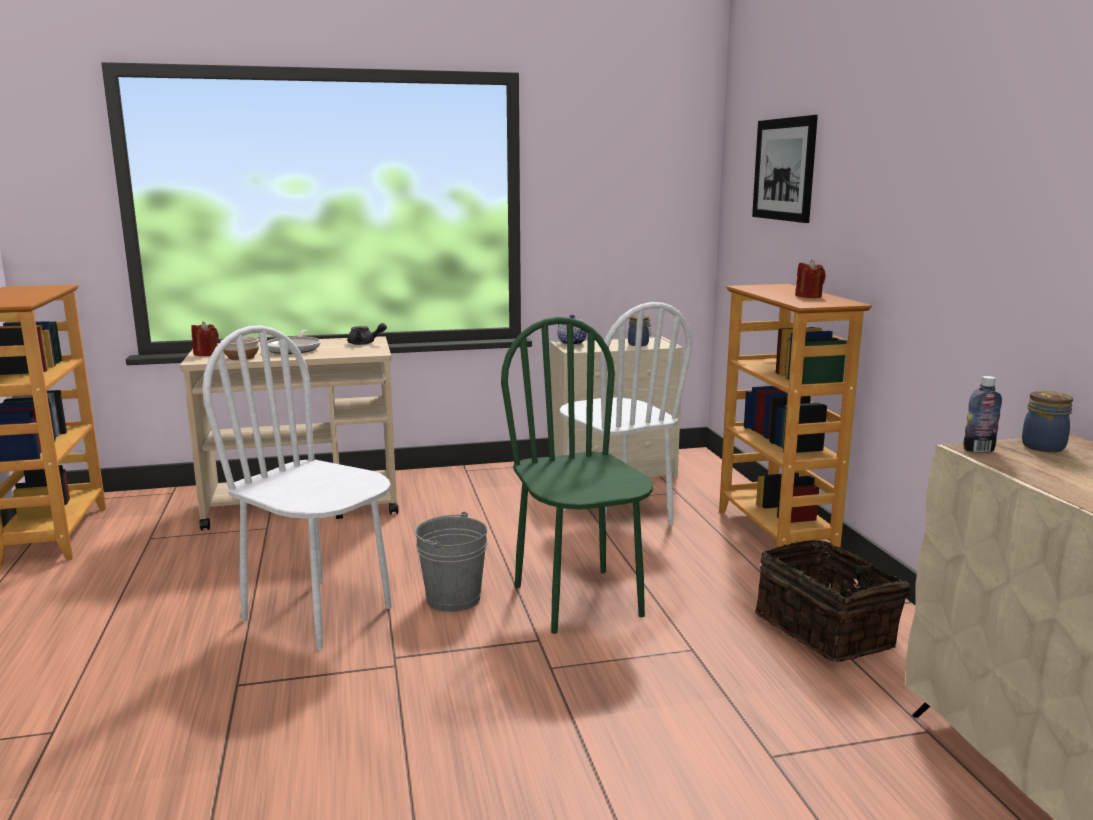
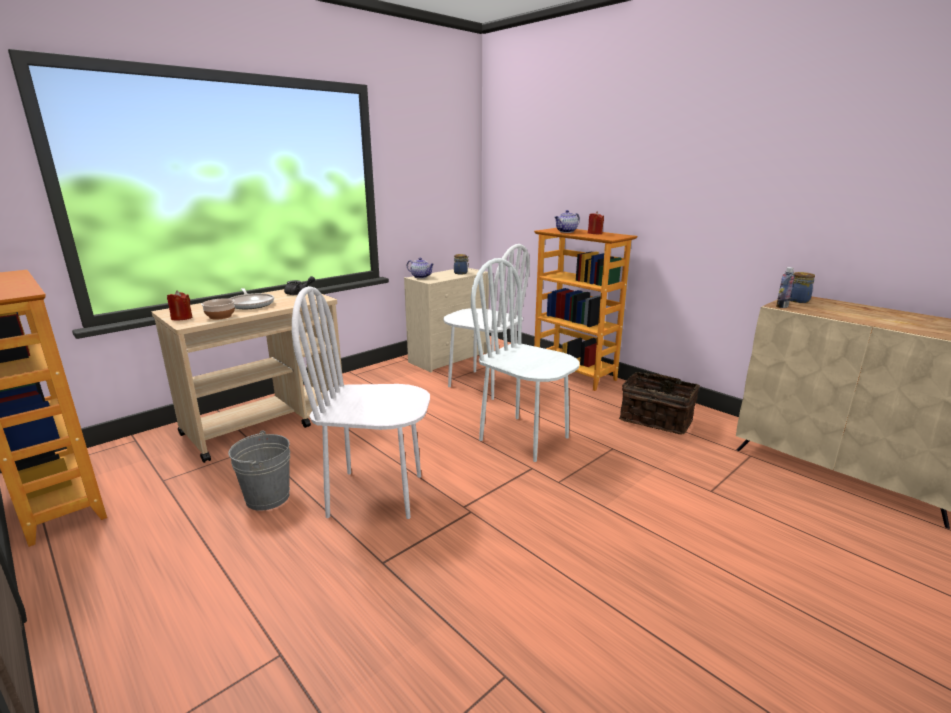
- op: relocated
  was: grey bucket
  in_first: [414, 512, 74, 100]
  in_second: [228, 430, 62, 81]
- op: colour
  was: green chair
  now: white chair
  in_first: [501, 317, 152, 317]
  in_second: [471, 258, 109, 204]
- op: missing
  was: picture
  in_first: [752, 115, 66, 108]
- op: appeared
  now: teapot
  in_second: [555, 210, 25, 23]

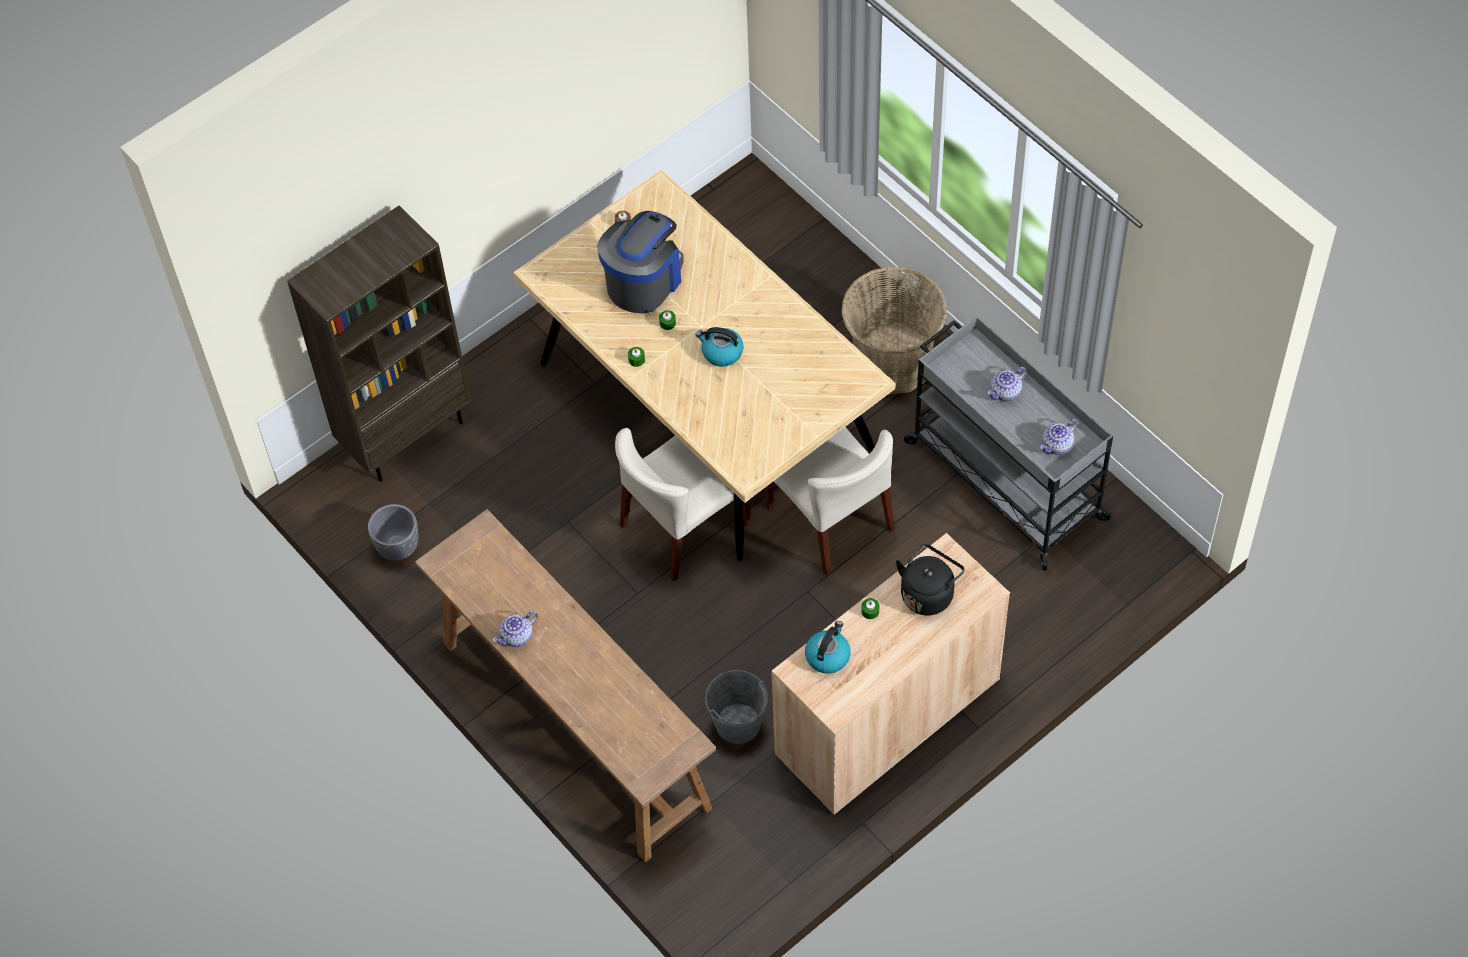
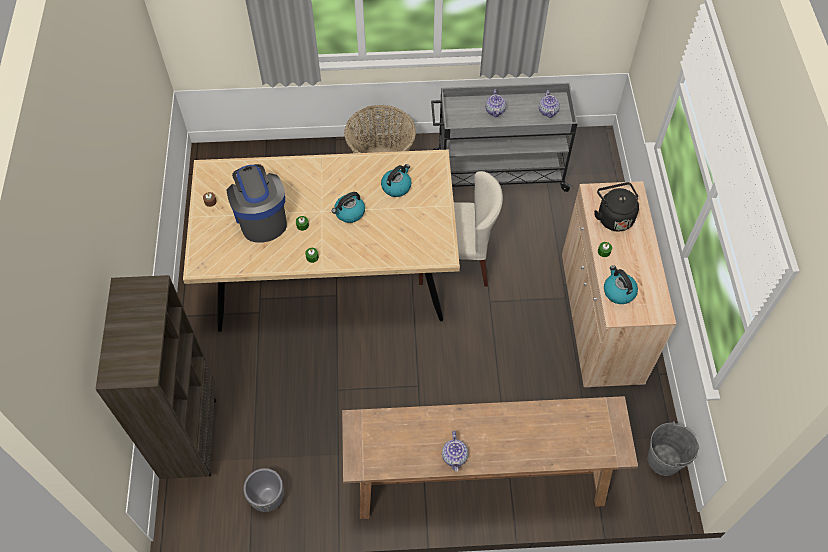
- op: missing
  was: beige chair
  in_first: [615, 428, 136, 153]
- op: relocated
  was: grey bucket
  in_first: [705, 670, 63, 74]
  in_second: [648, 421, 51, 55]
- op: appeared
  now: kettle
  in_second: [381, 164, 30, 33]

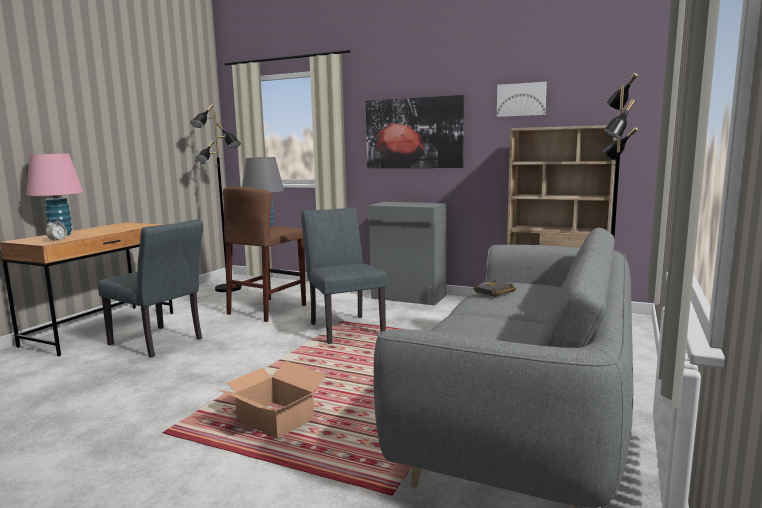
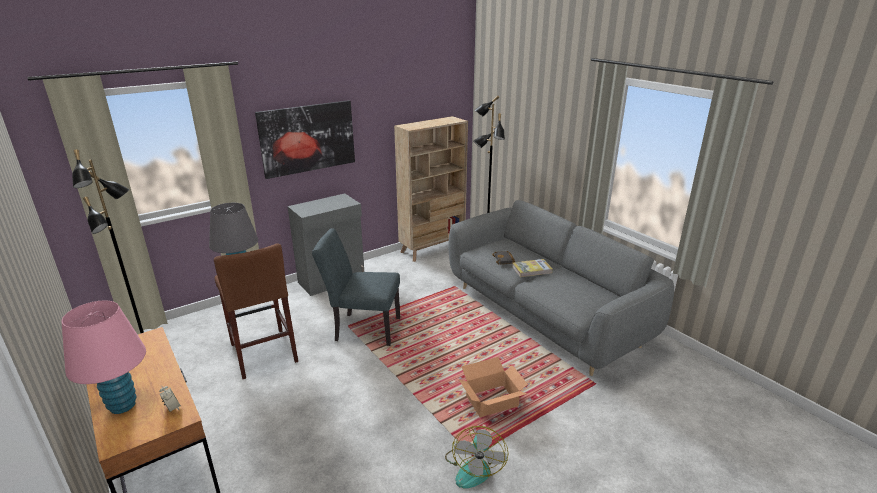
- op: missing
  was: grey chair
  in_first: [98, 219, 105, 139]
- op: missing
  was: picture
  in_first: [497, 82, 50, 35]
- op: appeared
  now: fan
  in_second: [445, 426, 63, 62]
- op: appeared
  now: book
  in_second: [512, 259, 41, 18]

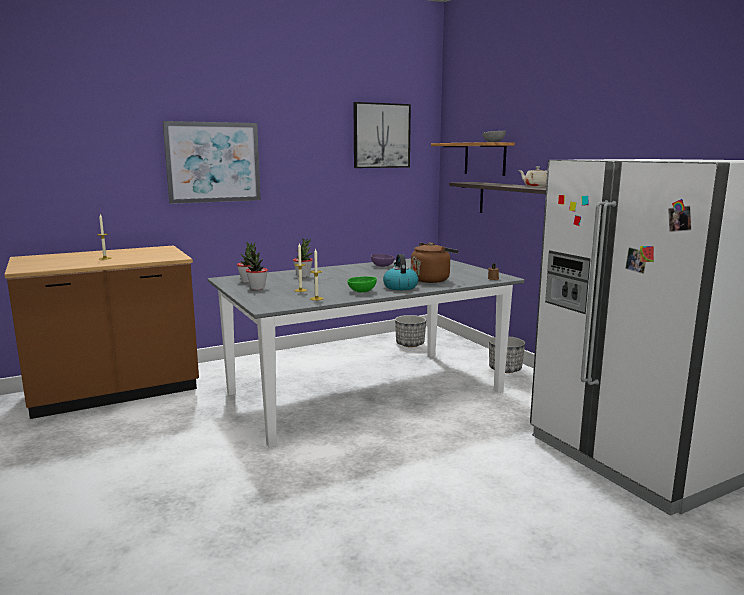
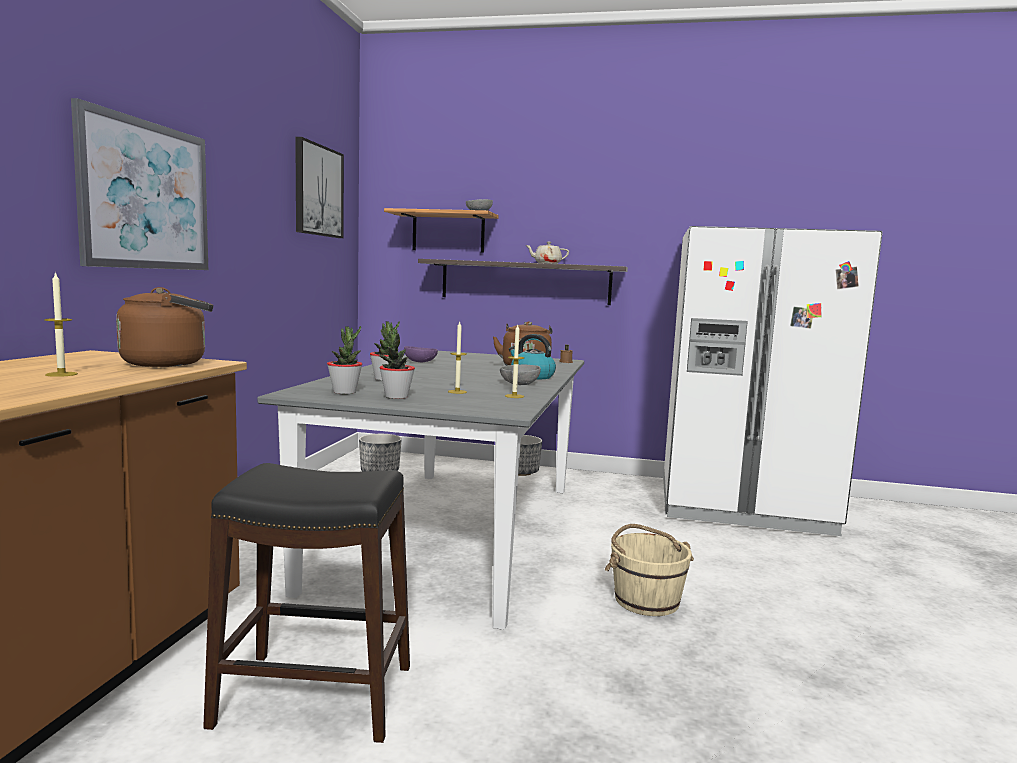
- op: colour
  was: green bowl
  now: grey bowl
  in_first: [348, 276, 29, 17]
  in_second: [500, 365, 41, 20]
- op: appeared
  now: brown kettle
  in_second: [116, 287, 97, 80]
- op: appeared
  now: black stool
  in_second: [203, 463, 207, 280]
- op: appeared
  now: beige bucket
  in_second: [605, 524, 89, 92]

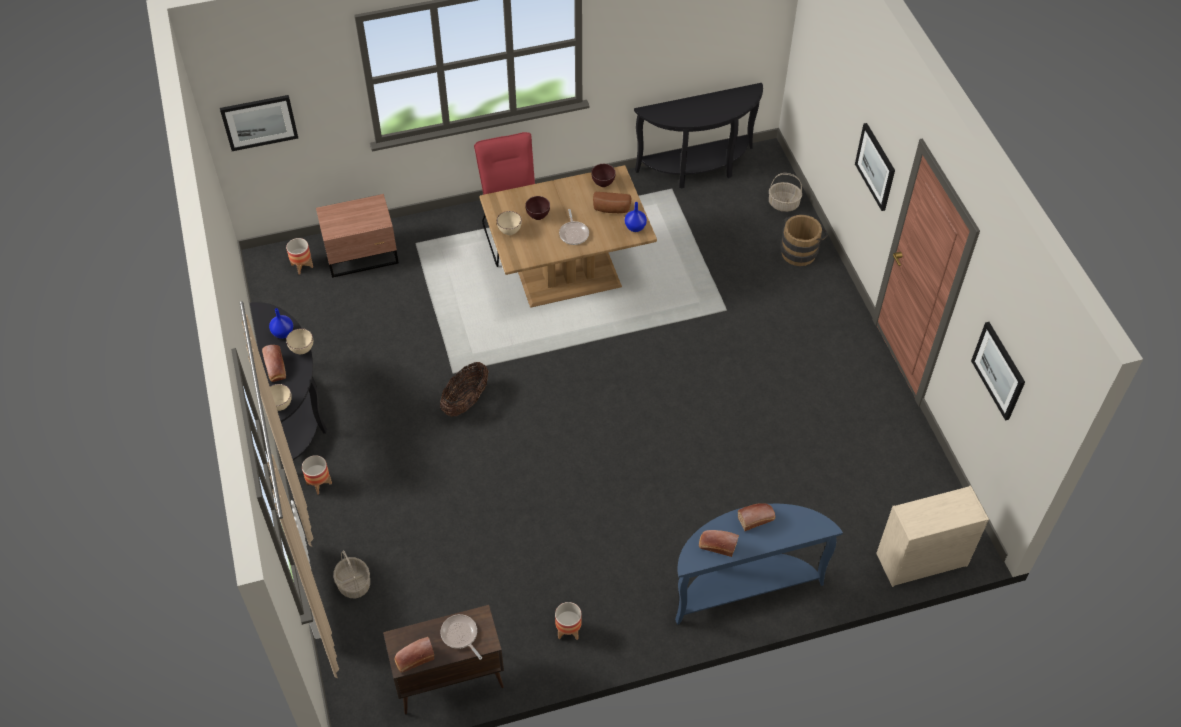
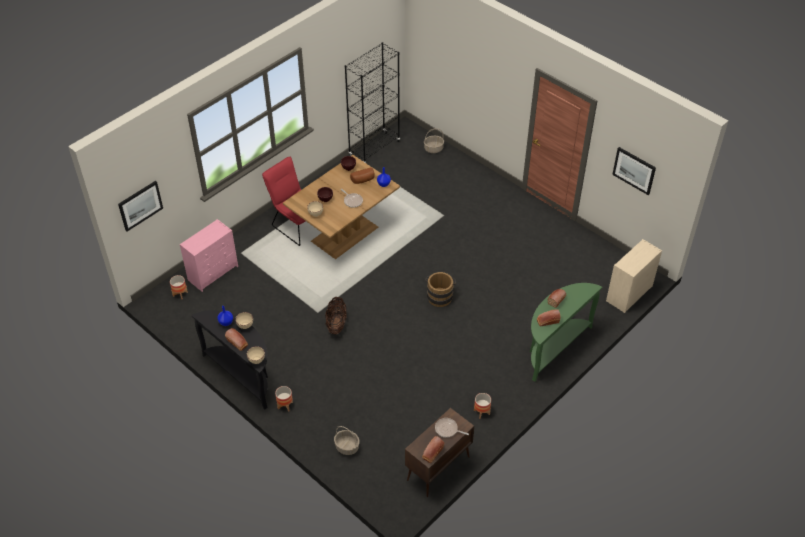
- op: exchanged
  was: brown nightstand
  now: pink dresser
  in_first: [316, 194, 83, 84]
  in_second: [180, 219, 58, 73]
- op: exchanged
  was: black console table
  now: black bookcase
  in_first: [634, 83, 129, 105]
  in_second: [345, 42, 55, 121]
- op: colour
  was: blue console table
  now: green console table
  in_first: [675, 504, 168, 121]
  in_second: [529, 283, 73, 99]
- op: relocated
  was: brown bucket
  in_first: [780, 215, 48, 51]
  in_second: [425, 272, 31, 35]
- op: missing
  was: picture
  in_first: [855, 123, 40, 88]

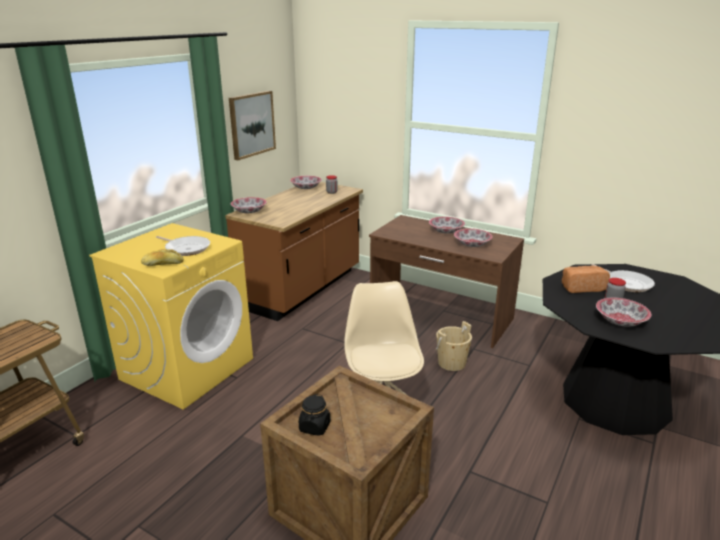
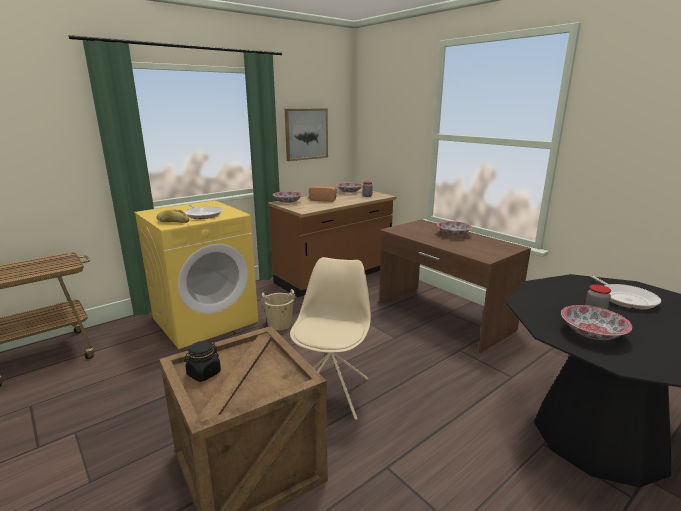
- op: relocated
  was: beige bucket
  in_first: [436, 321, 36, 50]
  in_second: [261, 289, 34, 41]
- op: missing
  was: bowl
  in_first: [454, 228, 39, 19]
- op: relocated
  was: bread
  in_first: [562, 266, 48, 27]
  in_second: [309, 186, 28, 16]

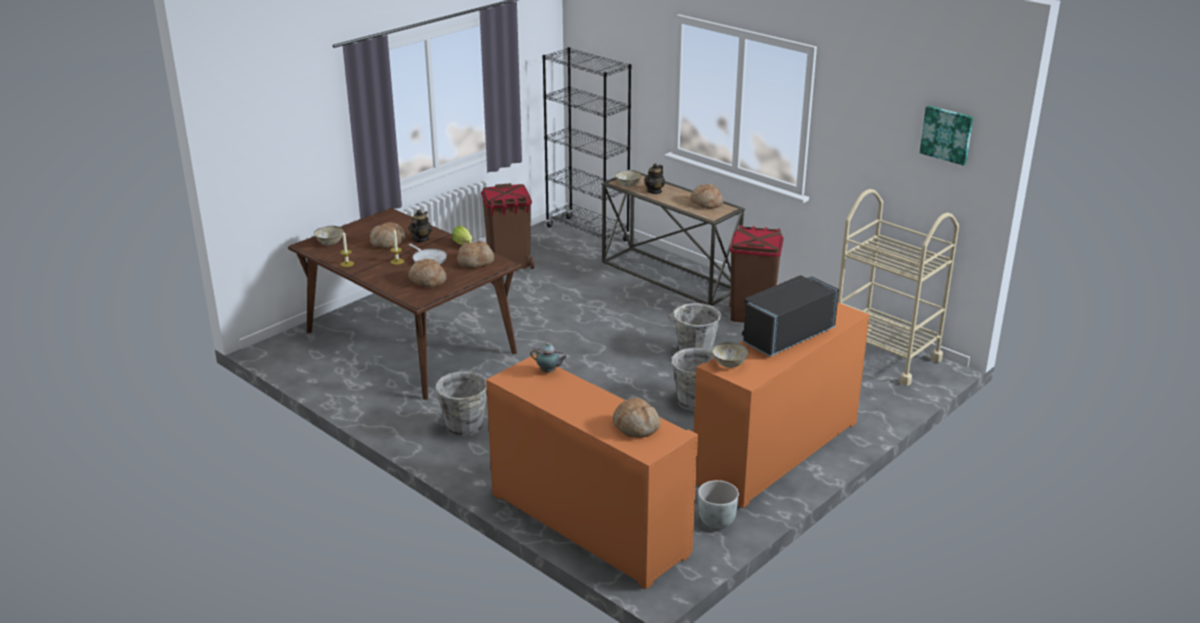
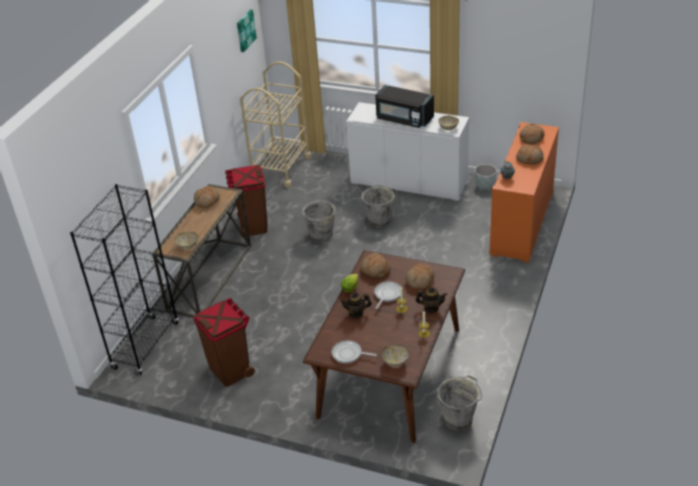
- op: relocated
  was: bread
  in_first: [370, 222, 35, 27]
  in_second: [516, 144, 28, 20]
- op: relocated
  was: grey bucket
  in_first: [436, 371, 51, 66]
  in_second: [437, 376, 45, 54]
- op: relocated
  was: teapot
  in_first: [644, 163, 21, 31]
  in_second: [416, 287, 31, 26]
- op: colour
  was: orange cabinet
  now: white cabinet
  in_first: [694, 303, 176, 205]
  in_second: [346, 102, 123, 99]
- op: appeared
  now: frying pan
  in_second: [332, 340, 45, 23]

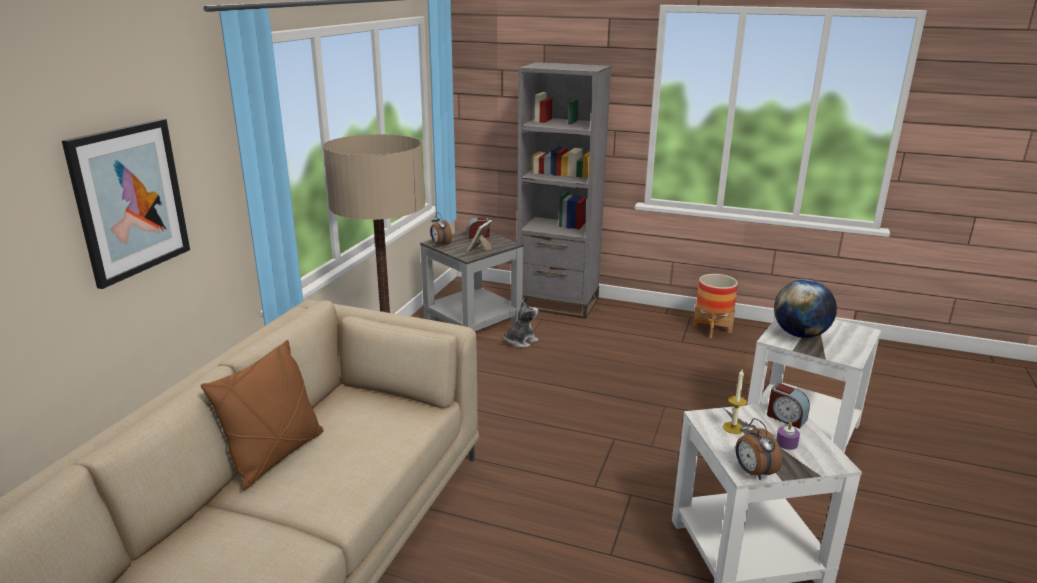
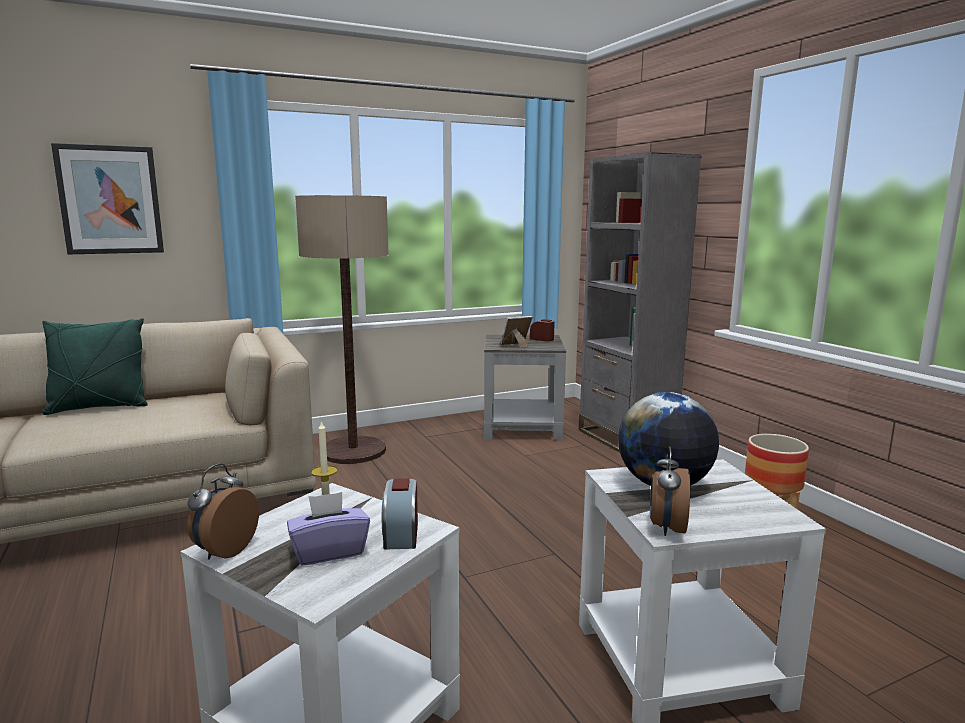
- op: colour
  was: brown pillow
  now: green pillow
  in_first: [201, 340, 123, 151]
  in_second: [42, 318, 106, 97]
- op: relocated
  was: alarm clock
  in_first: [431, 212, 21, 35]
  in_second: [650, 446, 40, 90]
- op: missing
  was: plush toy
  in_first: [503, 300, 36, 48]
- op: exchanged
  was: purple candle
  now: purple tissue box
  in_first: [776, 422, 24, 28]
  in_second: [287, 492, 83, 74]

